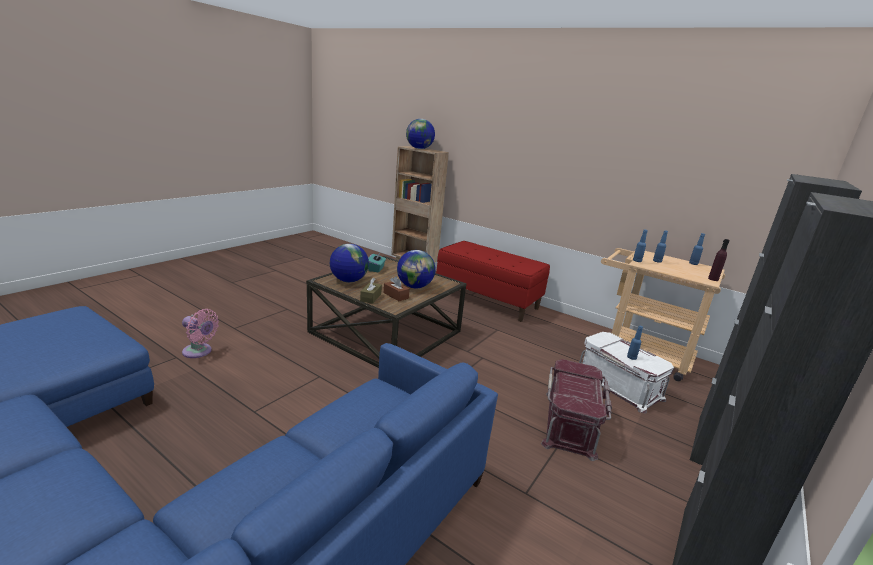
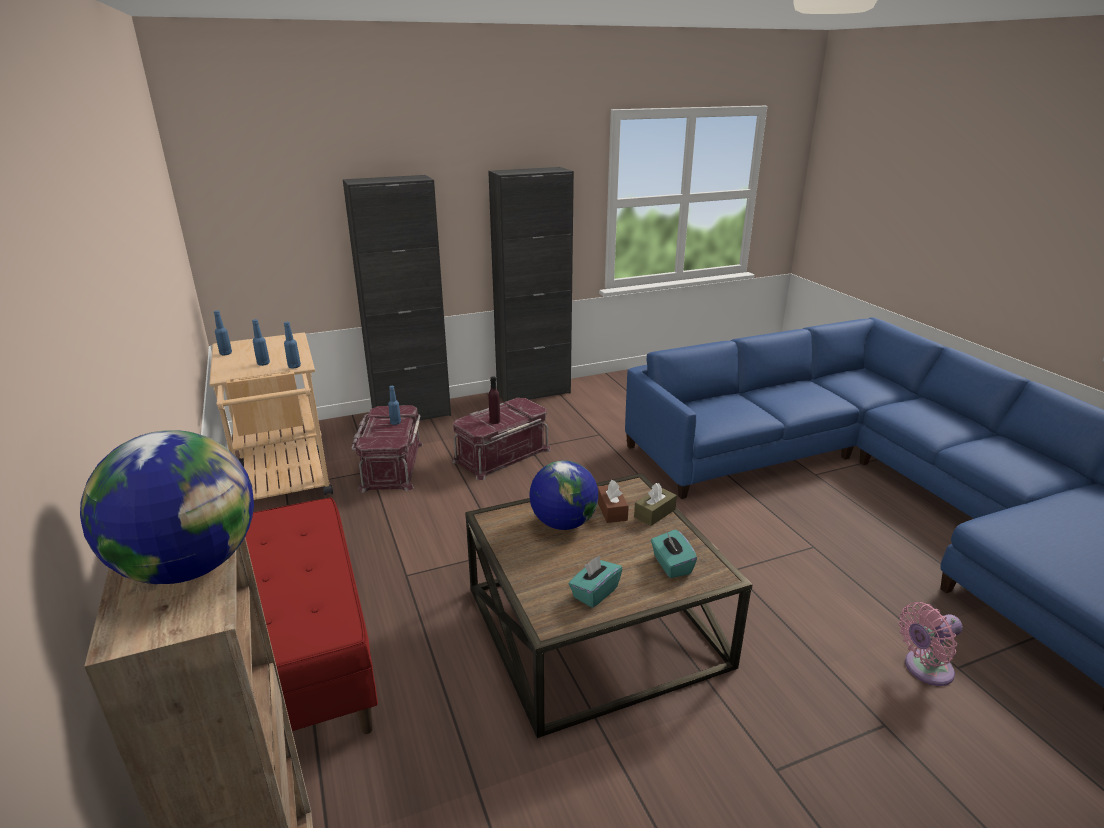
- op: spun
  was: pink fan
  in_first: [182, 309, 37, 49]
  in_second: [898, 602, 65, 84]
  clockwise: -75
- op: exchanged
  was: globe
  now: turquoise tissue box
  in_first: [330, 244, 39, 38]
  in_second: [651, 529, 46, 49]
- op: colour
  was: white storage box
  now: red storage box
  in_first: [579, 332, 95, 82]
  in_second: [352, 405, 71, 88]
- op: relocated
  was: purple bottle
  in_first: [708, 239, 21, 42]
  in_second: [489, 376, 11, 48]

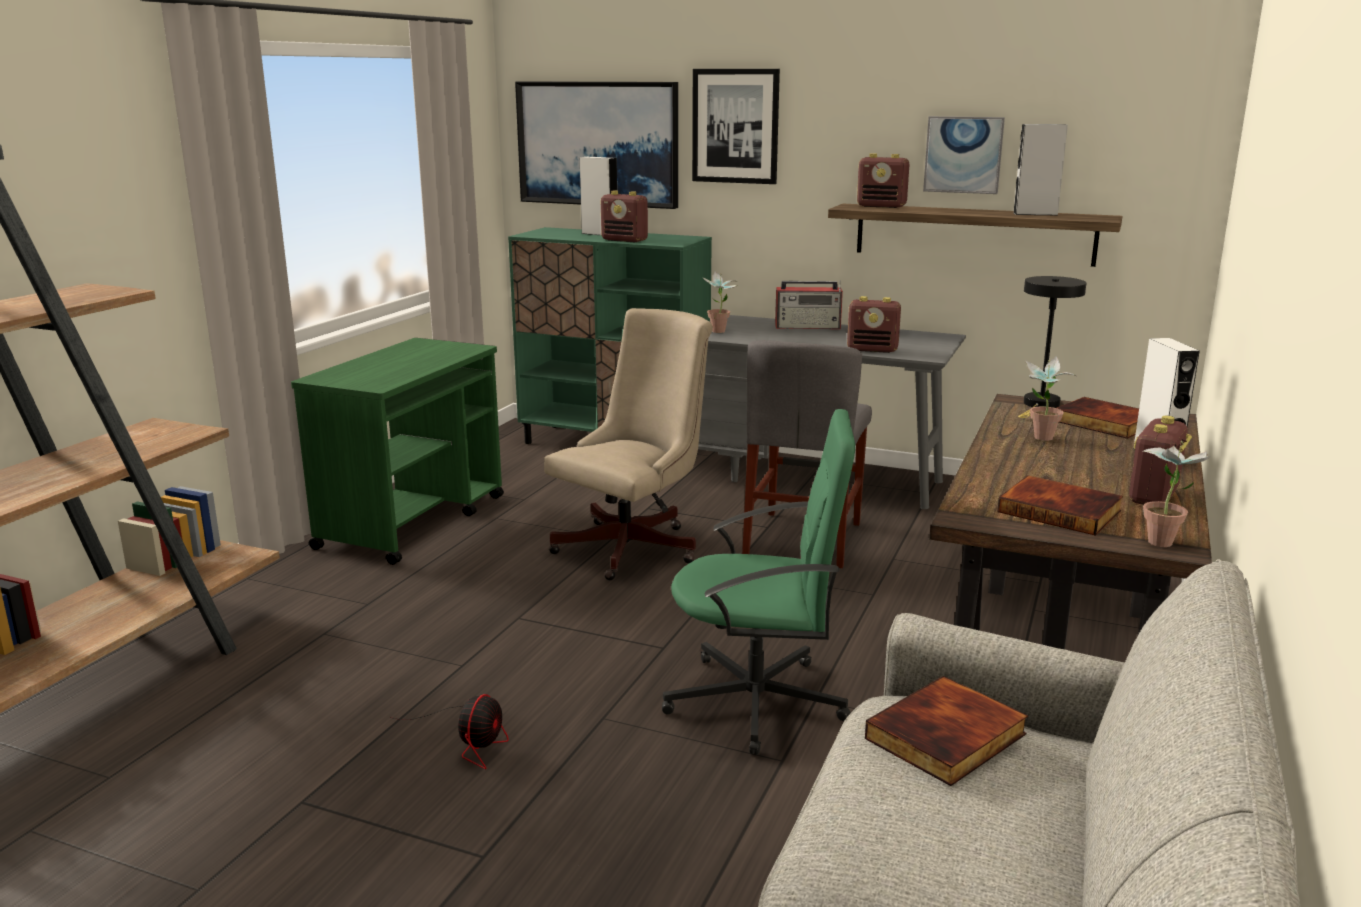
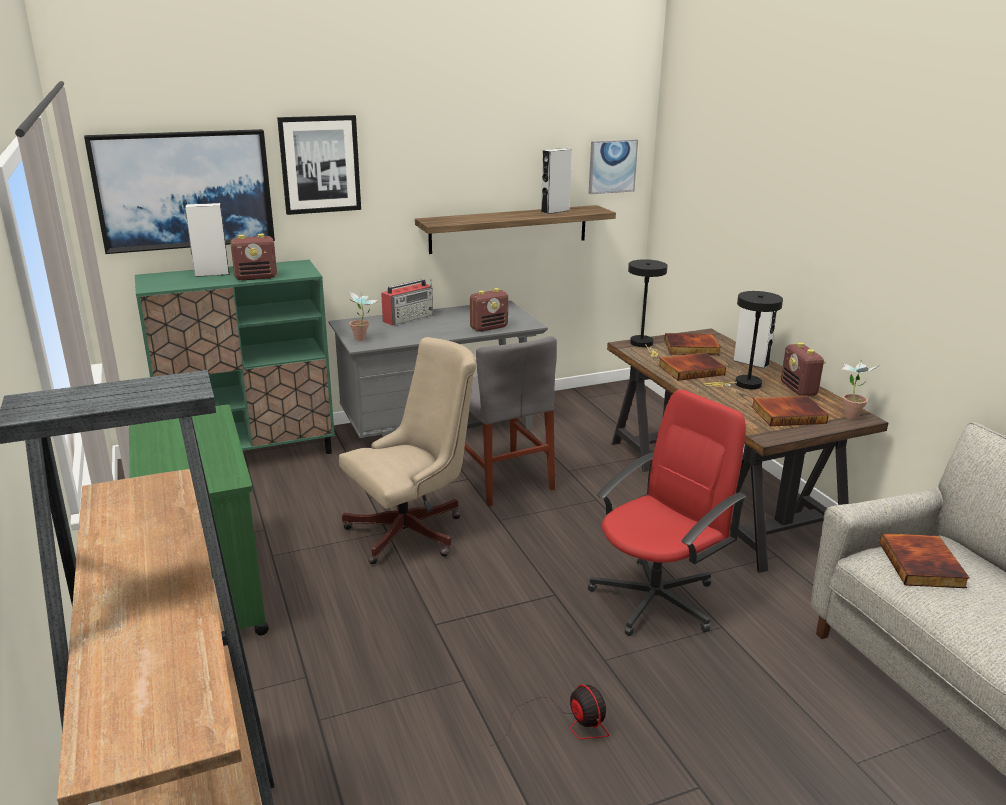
- op: spun
  was: beige office chair
  in_first: [544, 308, 169, 272]
  in_second: [339, 337, 137, 228]
  clockwise: 60
- op: colour
  was: green office chair
  now: red office chair
  in_first: [662, 409, 193, 346]
  in_second: [588, 390, 158, 246]
- op: missing
  was: radio
  in_first: [857, 153, 52, 55]
- op: relocated
  was: picture
  in_first: [923, 116, 82, 78]
  in_second: [589, 139, 49, 55]
- op: exchanged
  was: potted plant
  now: book
  in_first: [1025, 356, 51, 85]
  in_second: [658, 353, 68, 28]
- op: appeared
  now: black table lamp
  in_second: [704, 291, 79, 98]

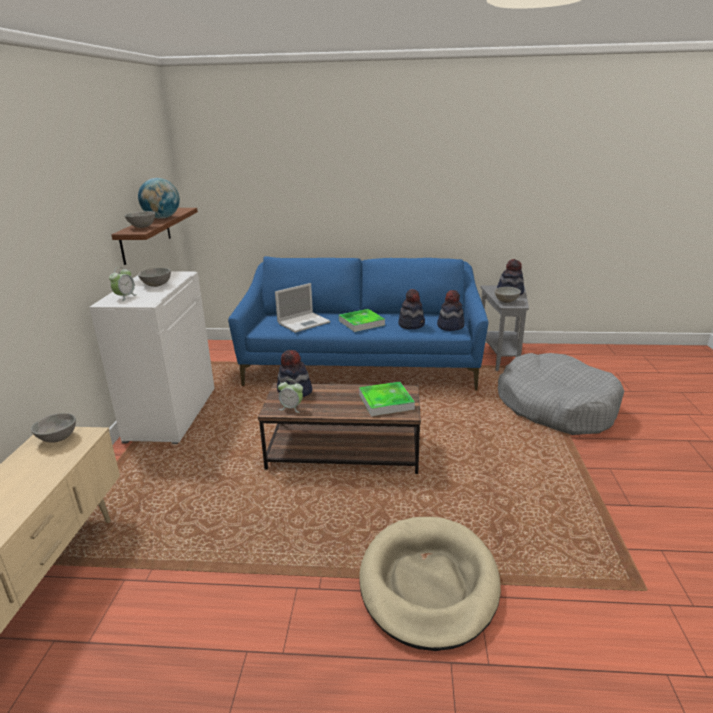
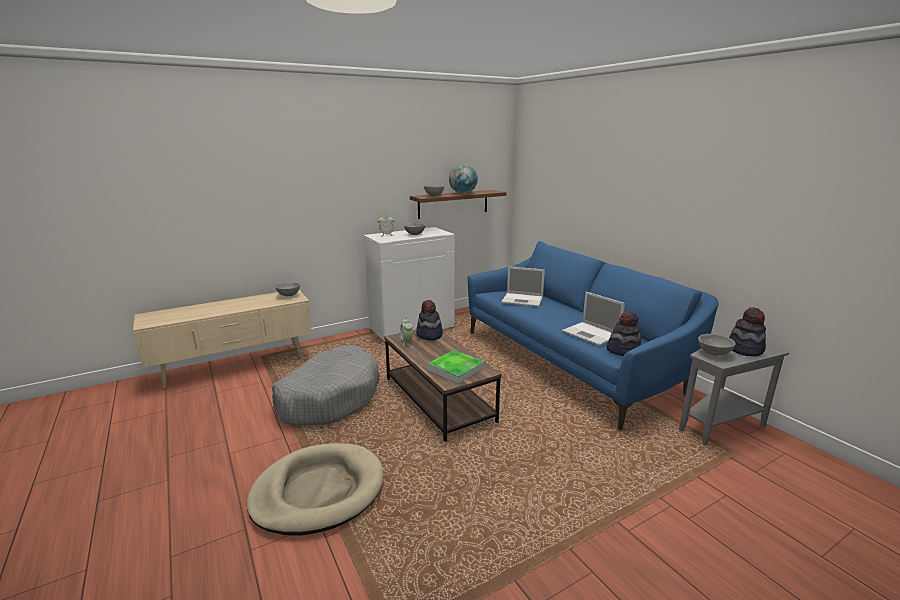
- op: missing
  was: tray
  in_first: [339, 309, 46, 23]
- op: exchanged
  was: hat
  now: laptop
  in_first: [398, 289, 27, 40]
  in_second: [562, 292, 63, 54]
- op: relocated
  was: grey dog bed
  in_first: [498, 353, 126, 82]
  in_second: [272, 345, 108, 80]

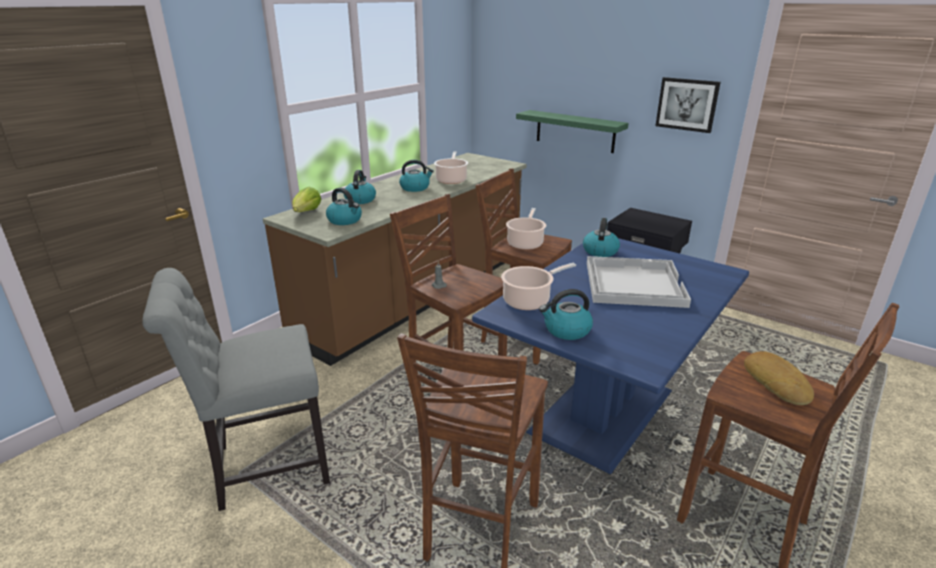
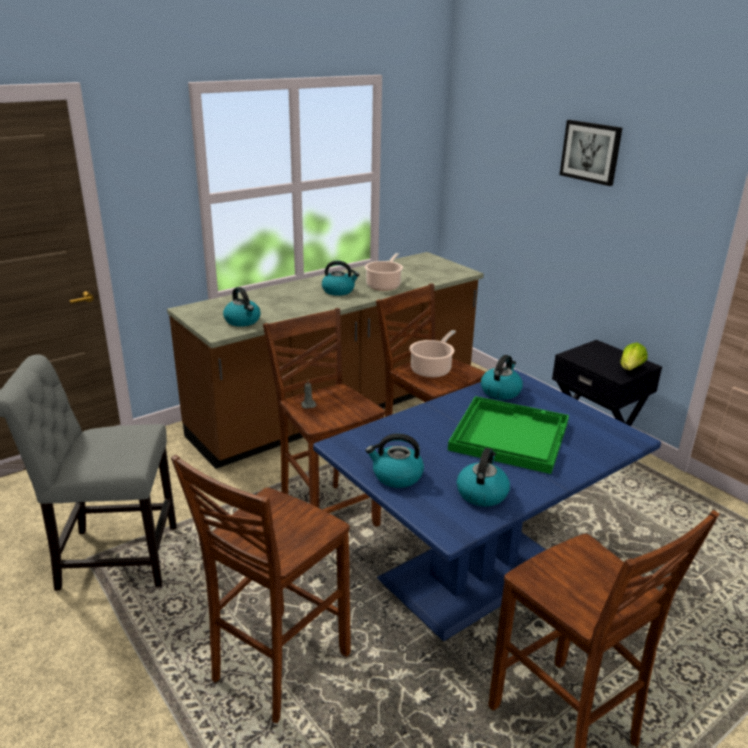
- op: relocated
  was: lettuce
  in_first: [293, 187, 28, 25]
  in_second: [621, 343, 27, 27]
- op: relocated
  was: kettle
  in_first: [343, 170, 33, 34]
  in_second: [457, 448, 53, 59]
- op: missing
  was: cooking pot
  in_first: [501, 263, 75, 47]
- op: missing
  was: green shelf
  in_first: [516, 110, 113, 43]
- op: colour
  was: white tray
  now: green tray
  in_first: [587, 256, 104, 52]
  in_second: [448, 396, 121, 78]
- op: relocated
  was: picture
  in_first: [655, 77, 66, 56]
  in_second: [560, 120, 62, 66]
- op: missing
  was: bread
  in_first: [744, 351, 70, 54]

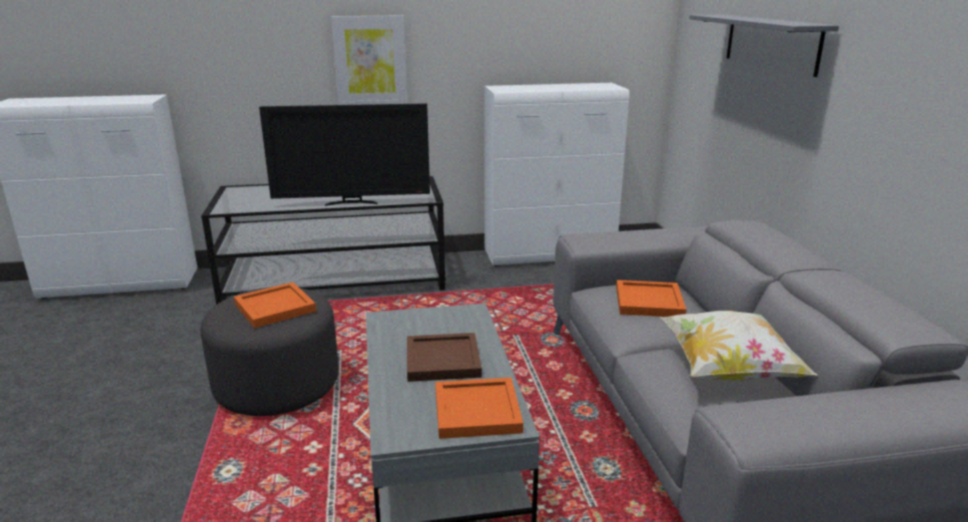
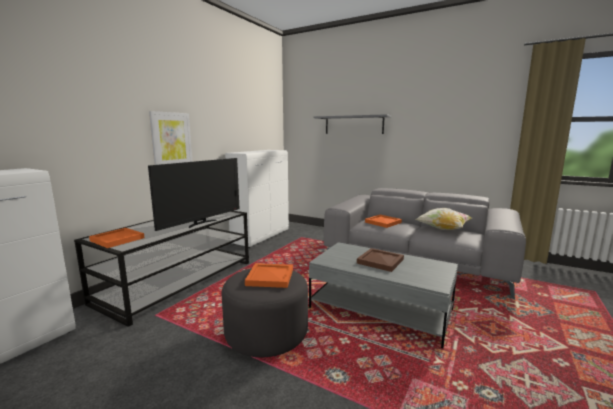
- op: relocated
  was: orange tray
  in_first: [435, 378, 88, 61]
  in_second: [89, 228, 56, 20]

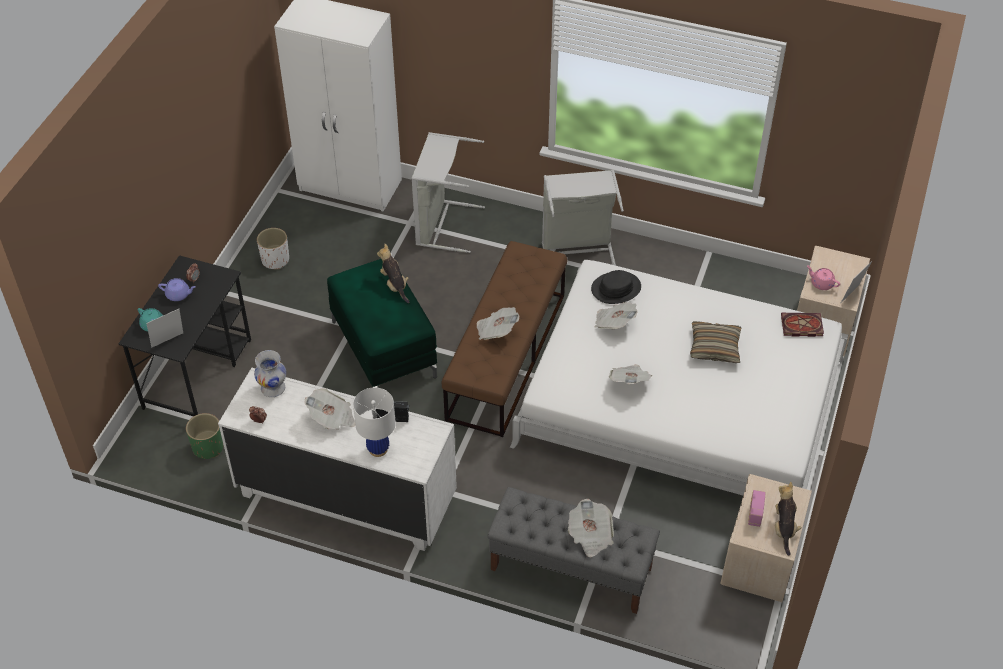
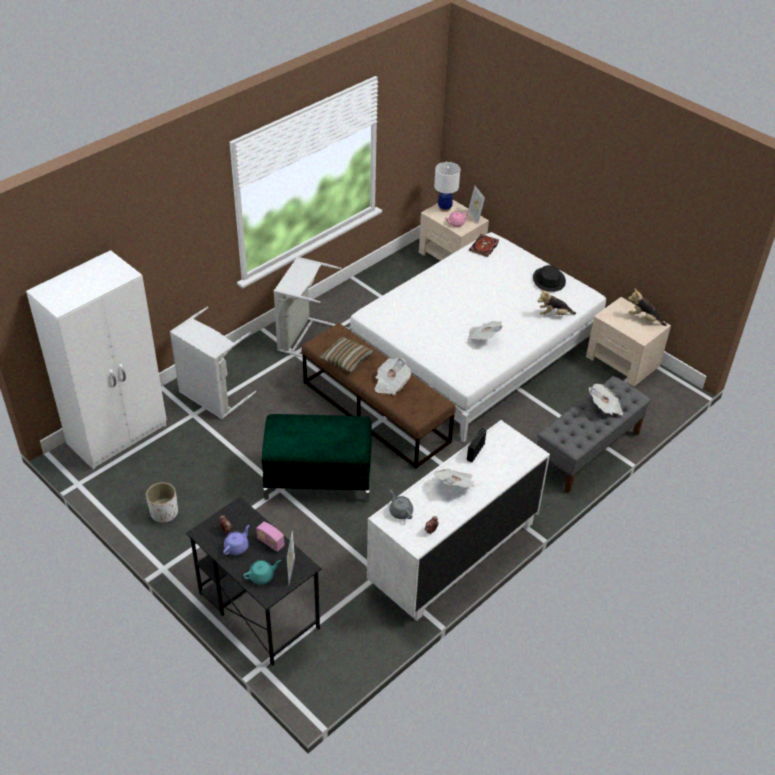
- op: missing
  was: green planter
  in_first: [186, 413, 37, 46]
- op: exchanged
  was: white vase
  now: grey teapot
  in_first: [254, 350, 32, 47]
  in_second: [389, 490, 24, 29]
- op: relocated
  was: white table lamp
  in_first: [353, 387, 43, 70]
  in_second: [434, 162, 26, 50]
- op: relocated
  was: plush toy
  in_first: [377, 244, 32, 59]
  in_second: [538, 290, 38, 25]
- op: relocated
  was: black hat
  in_first: [591, 270, 50, 34]
  in_second: [533, 265, 33, 27]
- op: missing
  was: newspaper
  in_first: [594, 302, 43, 27]
- op: relocated
  was: pillow
  in_first: [690, 321, 52, 42]
  in_second: [319, 336, 55, 37]
- op: relocated
  was: radio
  in_first: [748, 490, 18, 37]
  in_second: [256, 522, 29, 30]

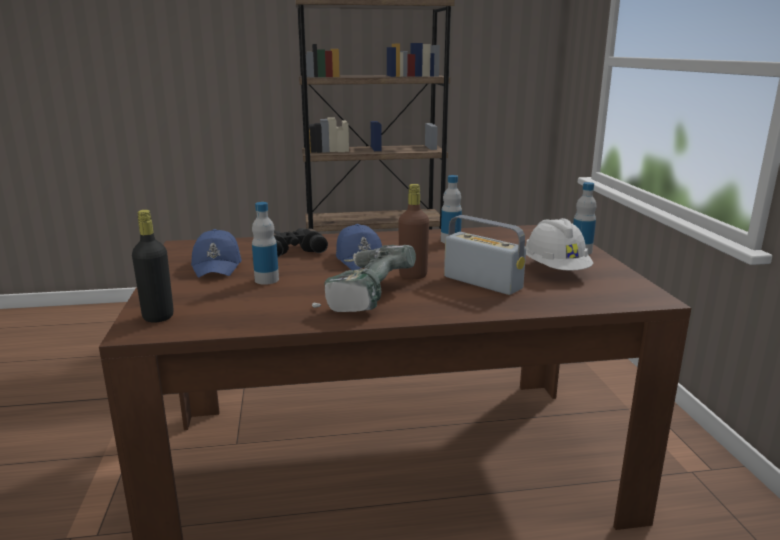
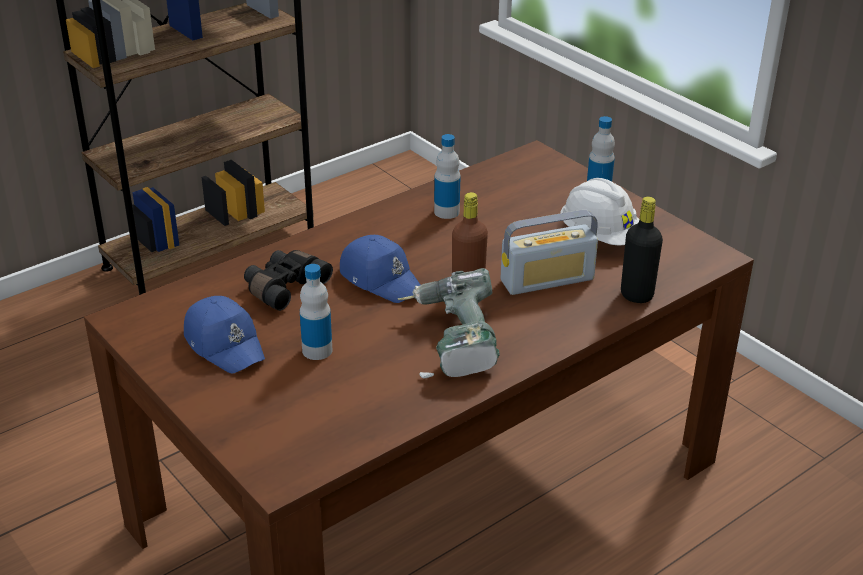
- op: relocated
  was: black bottle
  in_first: [132, 210, 42, 113]
  in_second: [621, 197, 42, 106]
- op: spun
  was: radio
  in_first: [444, 215, 82, 80]
  in_second: [501, 210, 97, 85]
  clockwise: 150

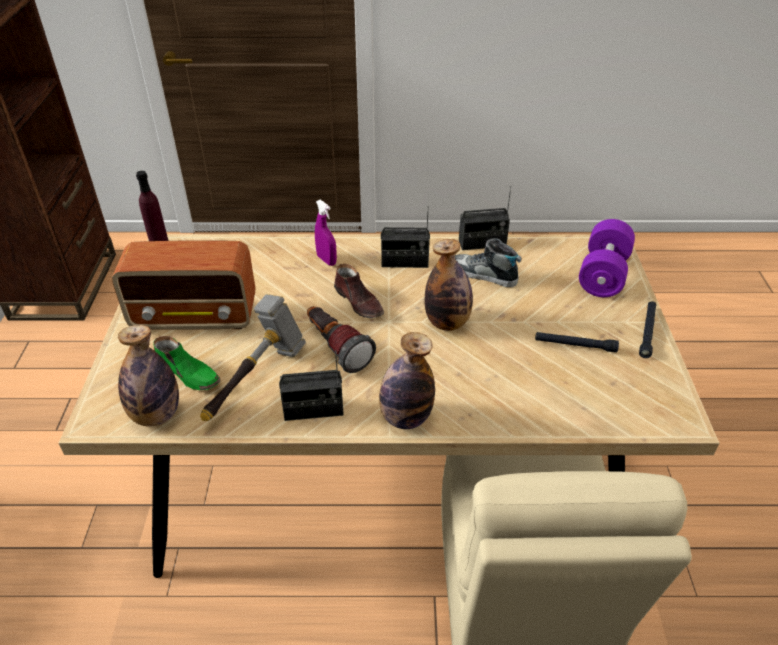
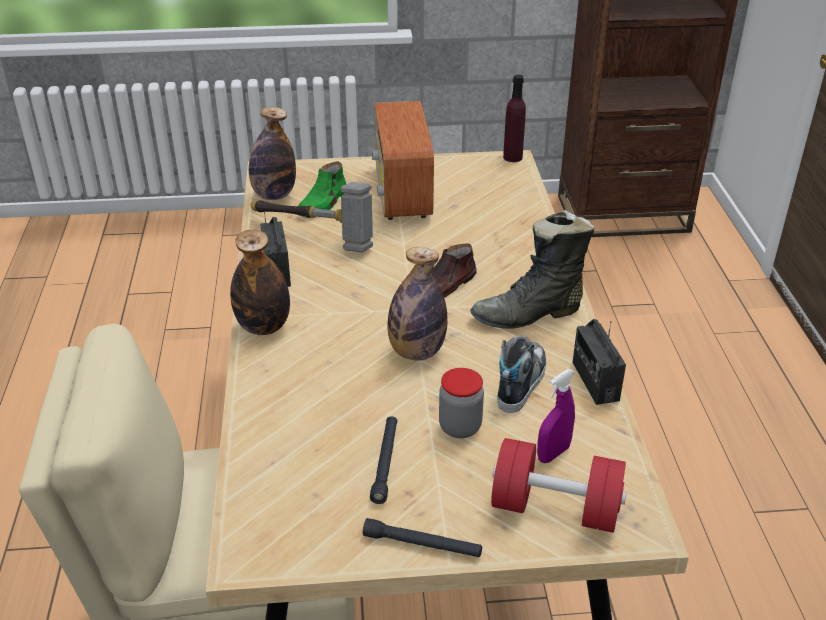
- op: missing
  was: flashlight
  in_first: [307, 306, 69, 67]
- op: relocated
  was: purple spray bottle
  in_first: [315, 200, 22, 66]
  in_second: [537, 369, 38, 94]
- op: exchanged
  was: radio
  now: black boot
  in_first: [381, 206, 49, 62]
  in_second: [470, 210, 125, 119]
- op: colour
  was: purple dumbbell
  now: red dumbbell
  in_first: [579, 219, 56, 78]
  in_second: [491, 438, 136, 95]
- op: appeared
  now: jar
  in_second: [439, 368, 45, 70]

